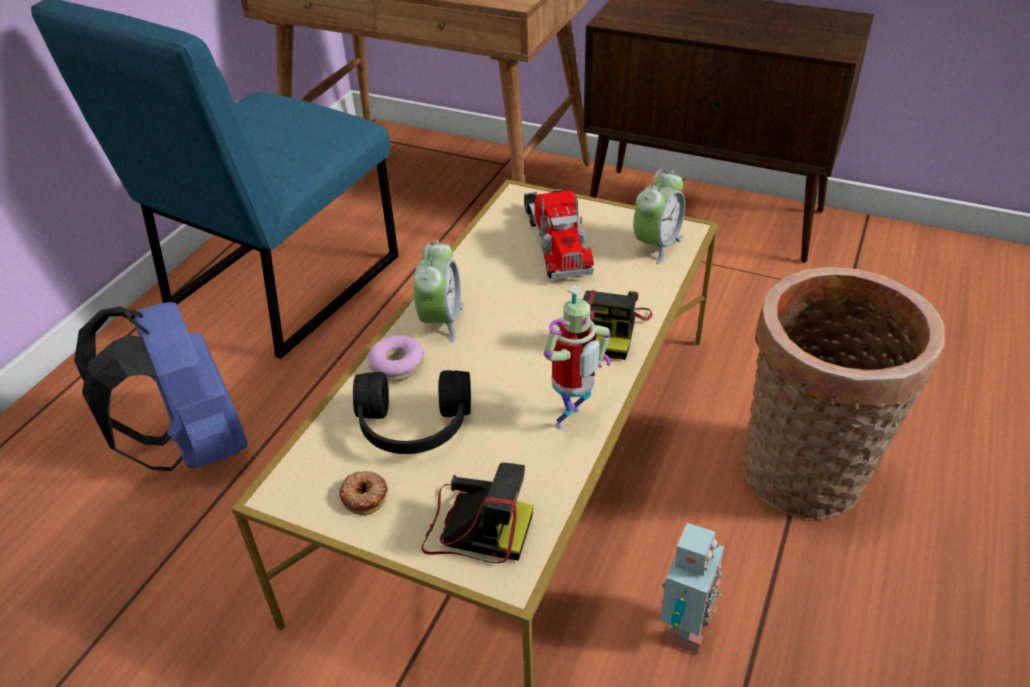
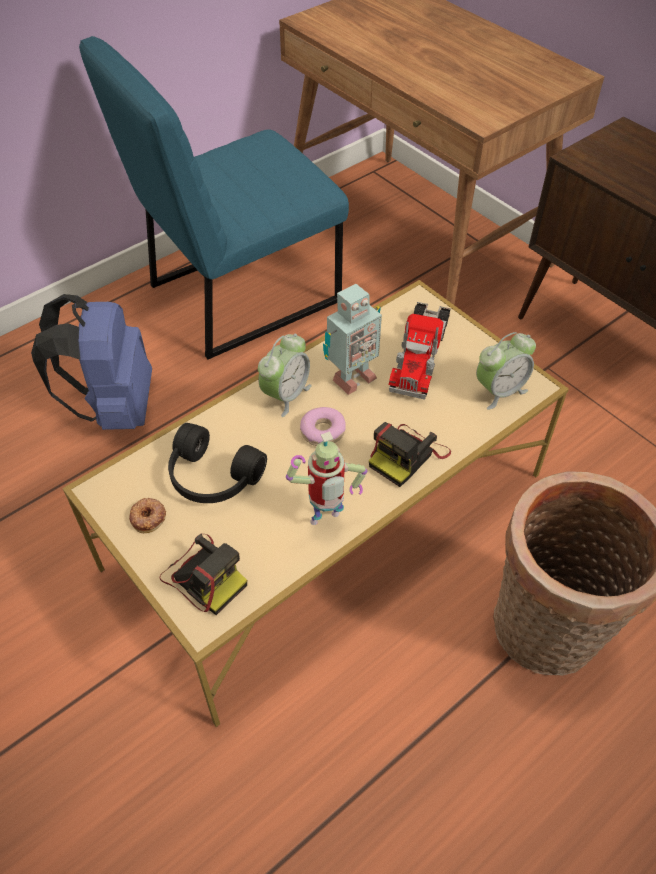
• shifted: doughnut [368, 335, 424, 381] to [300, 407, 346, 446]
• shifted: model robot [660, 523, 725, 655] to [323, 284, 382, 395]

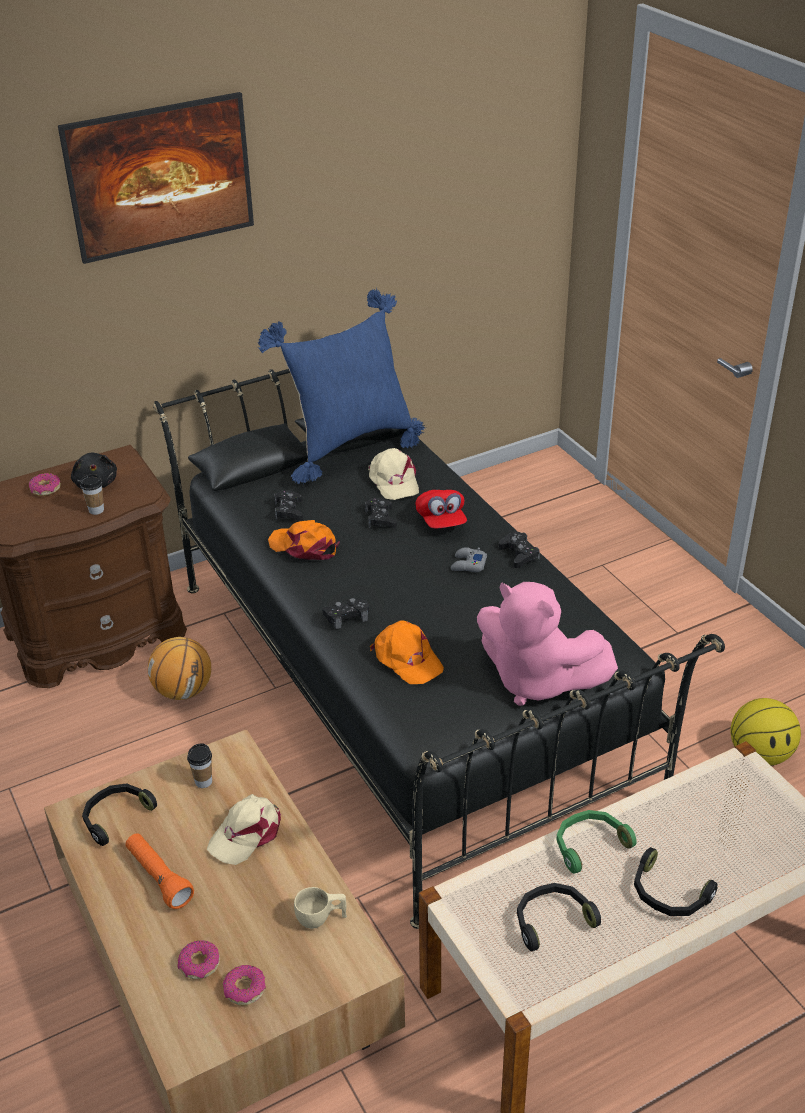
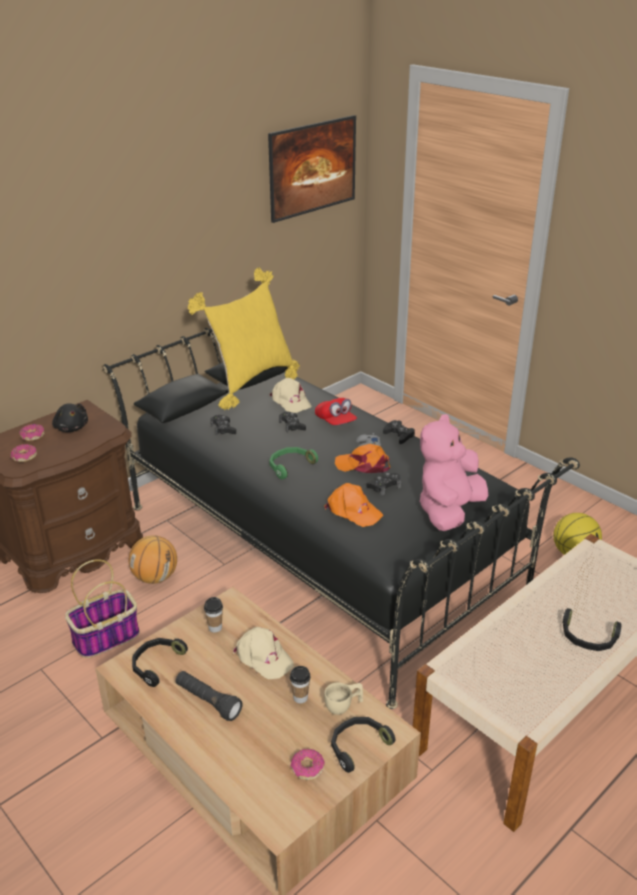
• shifted: wall picture [58, 92, 254, 264] to [268, 115, 356, 223]
• shifted: small cup [80, 474, 104, 515] to [290, 666, 311, 703]
• repainted: flashlight/orangey [125, 833, 194, 909] to flashlight/blackish [176, 671, 243, 721]
• shifted: doughnut [178, 940, 220, 979] to [11, 444, 37, 462]
• rotated: baseball cap/beige-coloured [207, 794, 281, 865] = [233, 627, 294, 679] 75 degrees counterclockwise
• repainted: pillow/bluish [258, 288, 426, 484] to pillow/yellow-coloured [188, 267, 300, 410]
• shifted: baseball cap/orangey [268, 520, 340, 560] to [335, 444, 390, 473]
• shifted: game controller/blackish [322, 598, 369, 629] to [366, 473, 401, 496]
• rotated: cuddly toy/pink-coloured [477, 582, 618, 706] = [419, 414, 488, 531] 105 degrees clockwise
• shifted: pair of headphones/blackish [517, 883, 601, 951] to [331, 717, 395, 773]
• shifted: pair of headphones/green-coloured [556, 810, 637, 873] to [269, 447, 318, 480]
• new: storage basket [65, 559, 140, 658]

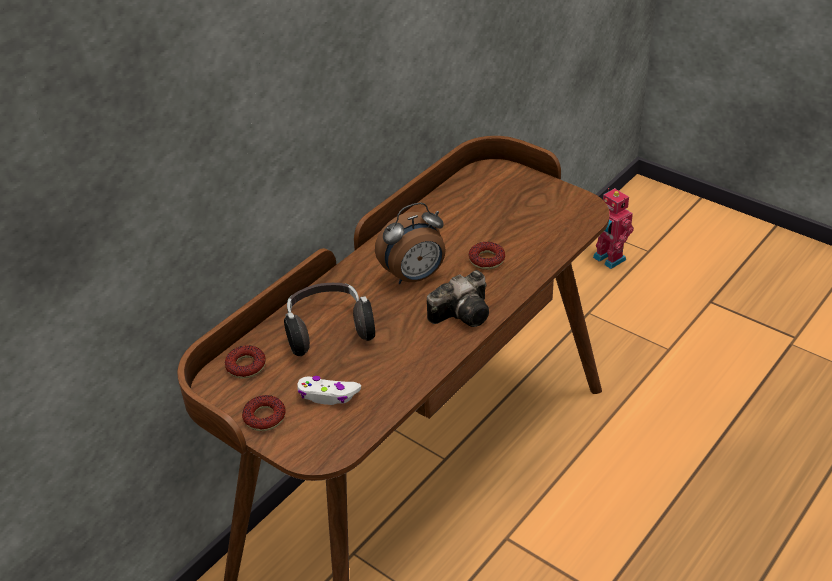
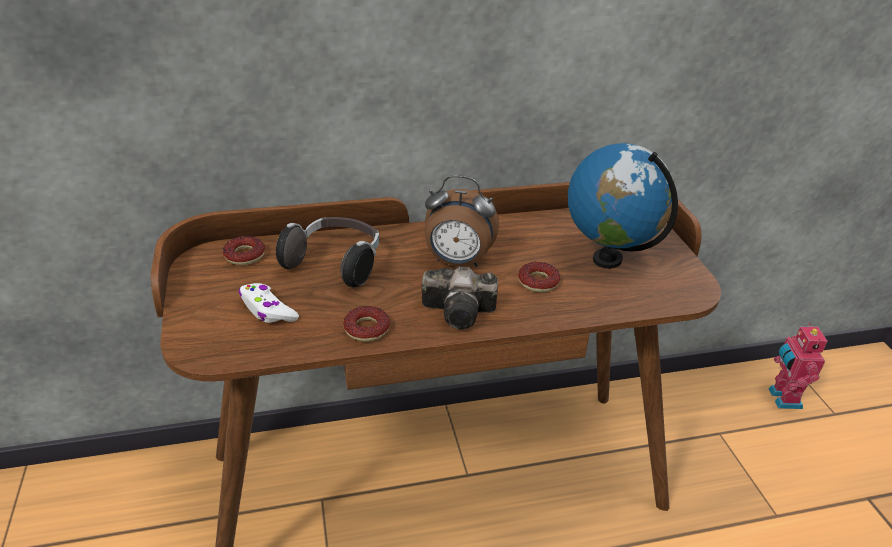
• shifted: doughnut [242, 395, 286, 431] to [343, 306, 390, 342]
• new: globe [568, 143, 678, 269]

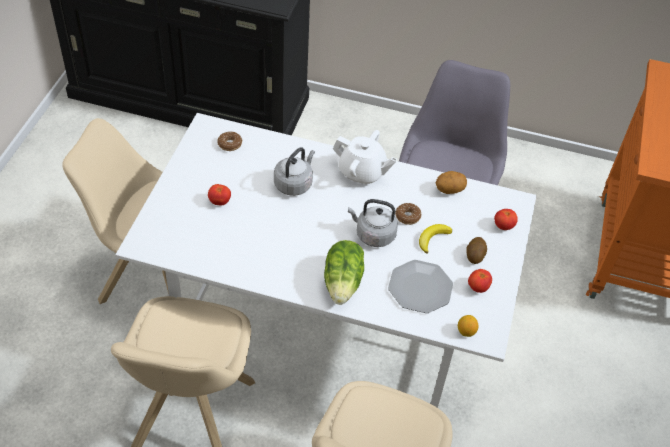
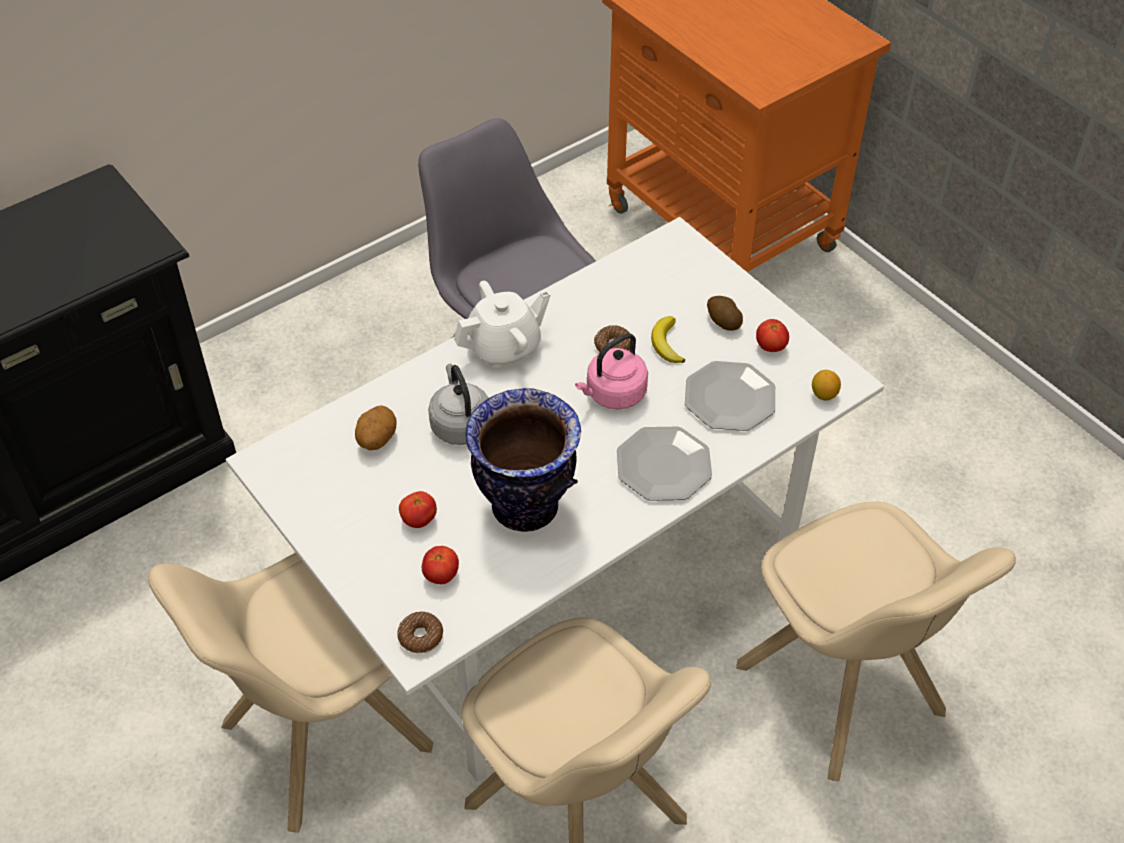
• shifted: doughnut [217, 131, 242, 151] to [397, 611, 443, 653]
• swapped: head of lettuce [324, 240, 364, 305] to flat dish [617, 426, 712, 501]
• repainted: water kettle/gray [348, 199, 398, 247] to water kettle/pink-coloured [575, 333, 648, 410]
• shifted: whole potato [436, 171, 467, 194] to [355, 405, 397, 450]
• shifted: tomato [494, 209, 518, 230] to [422, 546, 459, 584]
• new: decorative vase [465, 388, 581, 532]

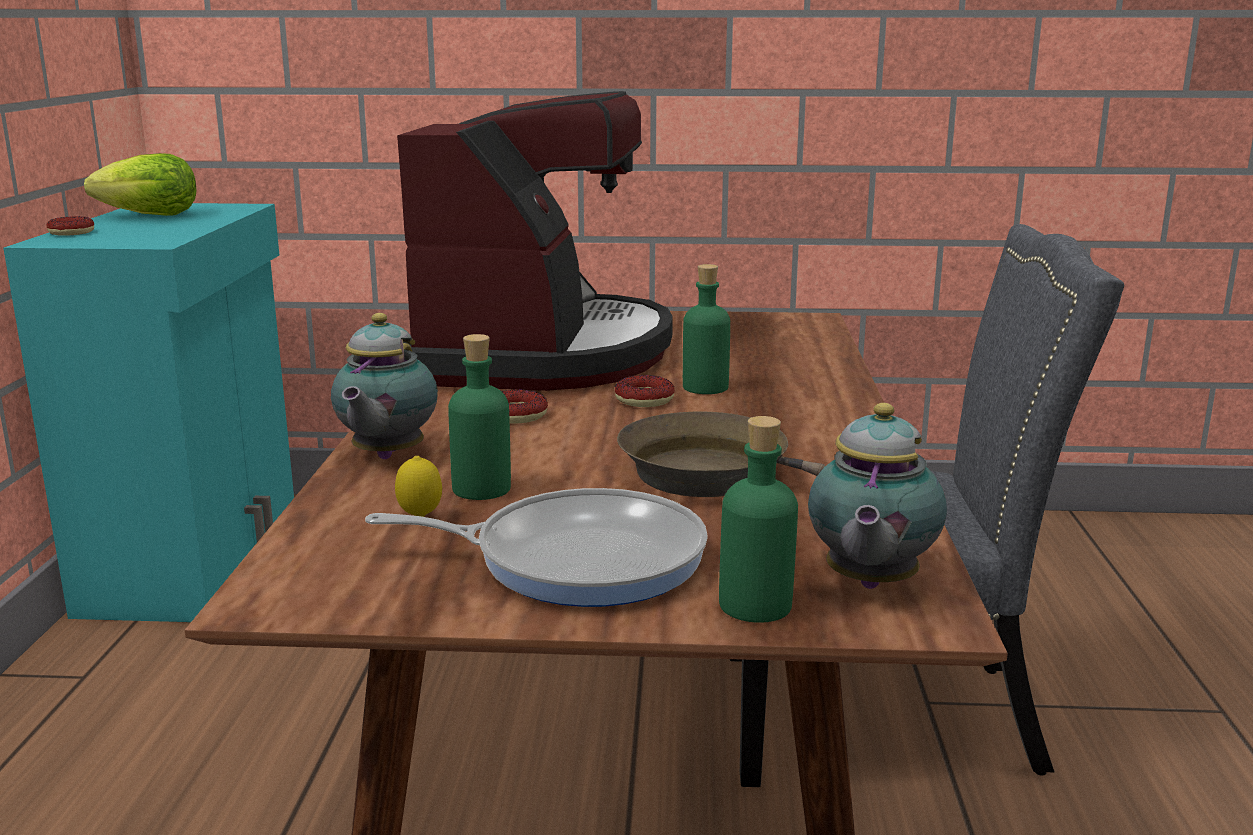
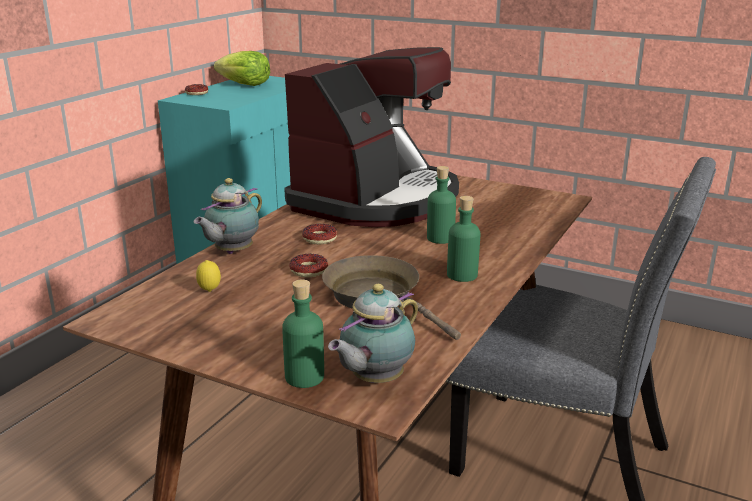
• gone: skillet [365, 488, 708, 607]
• shifted: beverage bottle/green-coloured [448, 334, 511, 500] to [447, 196, 481, 282]
• shifted: doughnut [615, 375, 675, 407] to [289, 254, 328, 277]

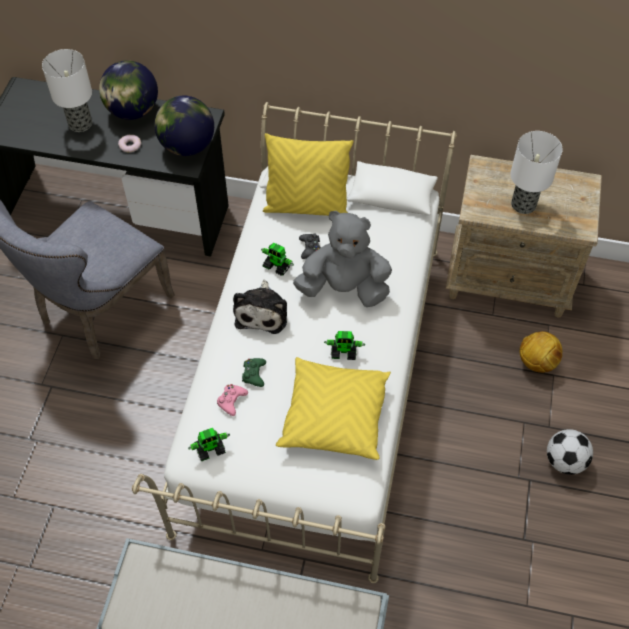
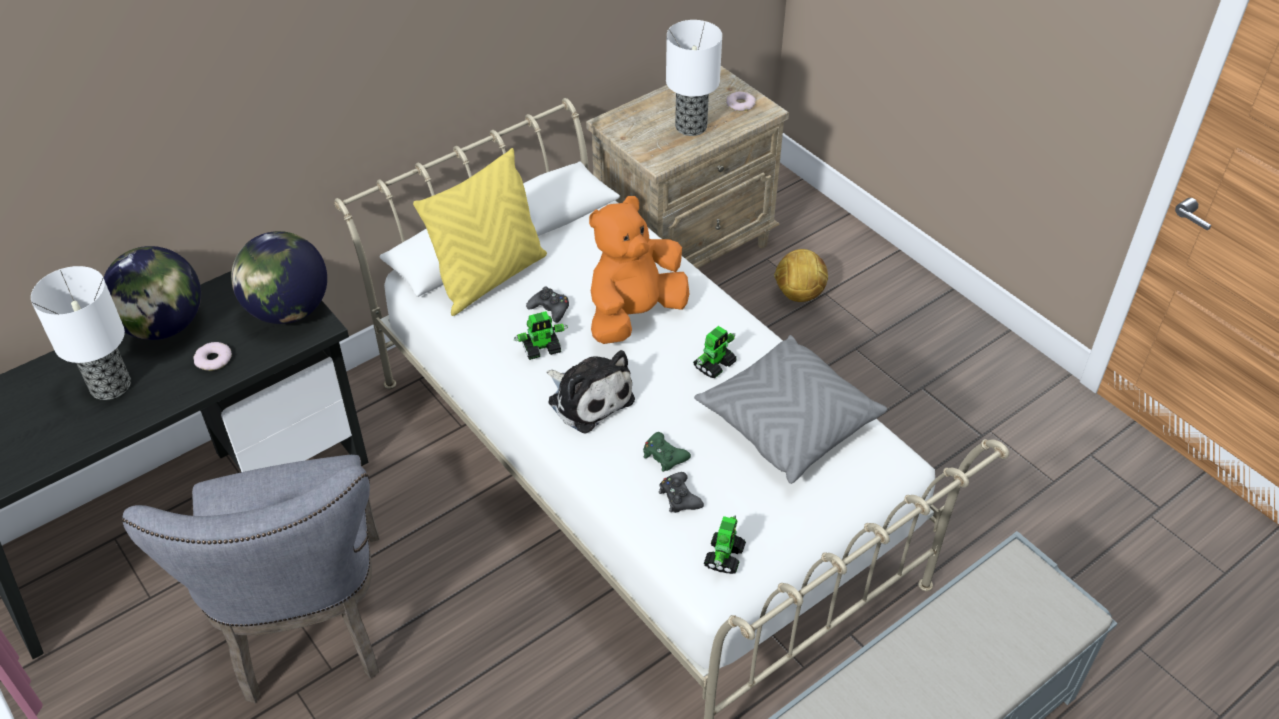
• repainted: game controller/pink-coloured [217, 384, 248, 416] to game controller/blackish [659, 472, 704, 513]
• repainted: pillow/yellow-coloured [276, 357, 391, 460] to pillow/gray [694, 335, 887, 484]
• repainted: cuddly toy/gray [293, 211, 392, 307] to cuddly toy/orangey [589, 196, 689, 344]
• gone: football [547, 429, 593, 475]
• new: doughnut [726, 91, 756, 111]

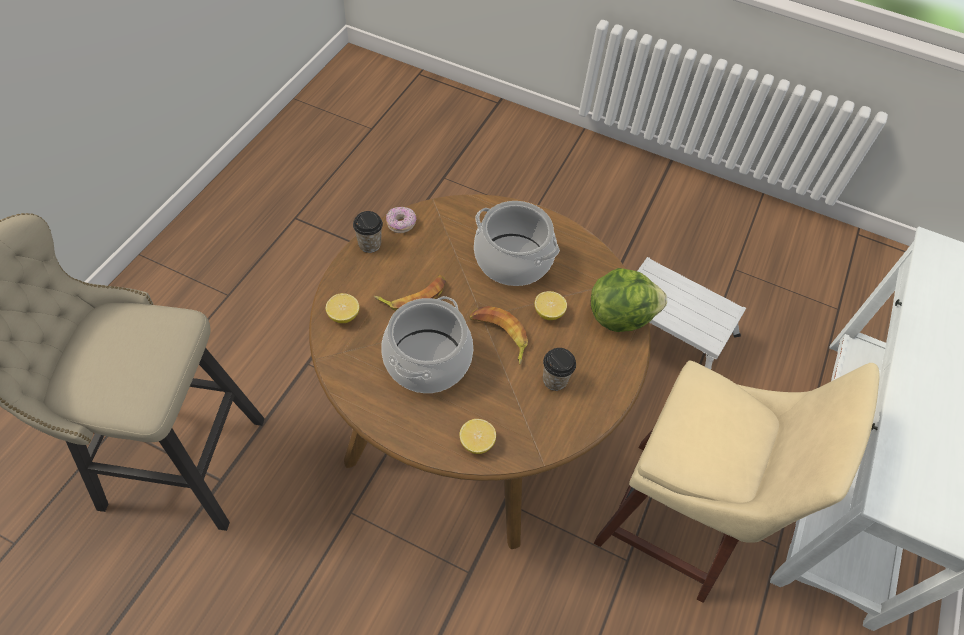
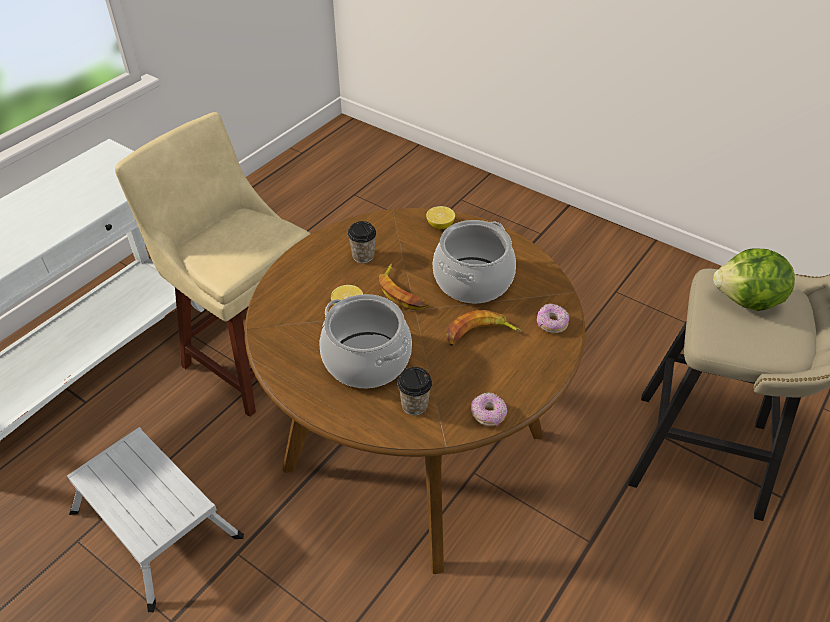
• swapped: whole lemon [326, 293, 360, 323] to doughnut [537, 304, 569, 333]
• shifted: small cup [353, 211, 383, 253] to [397, 367, 432, 415]
• shifted: head of lettuce [591, 268, 667, 332] to [713, 249, 795, 311]

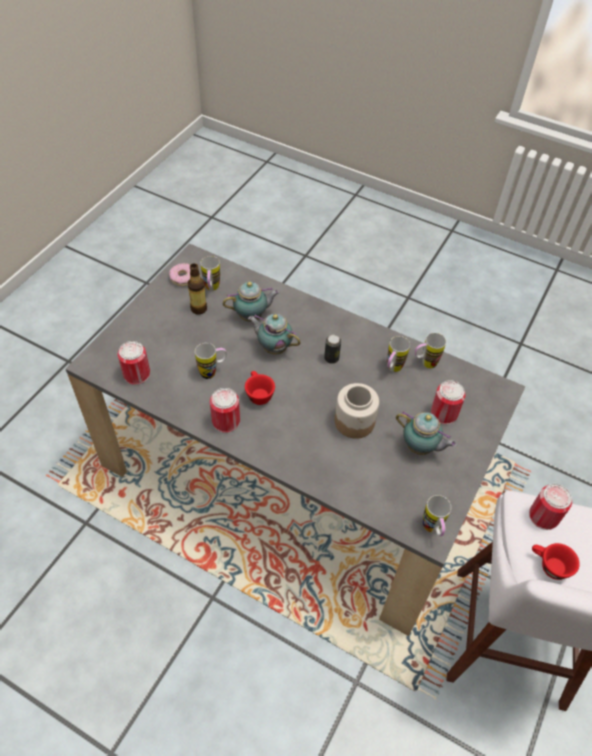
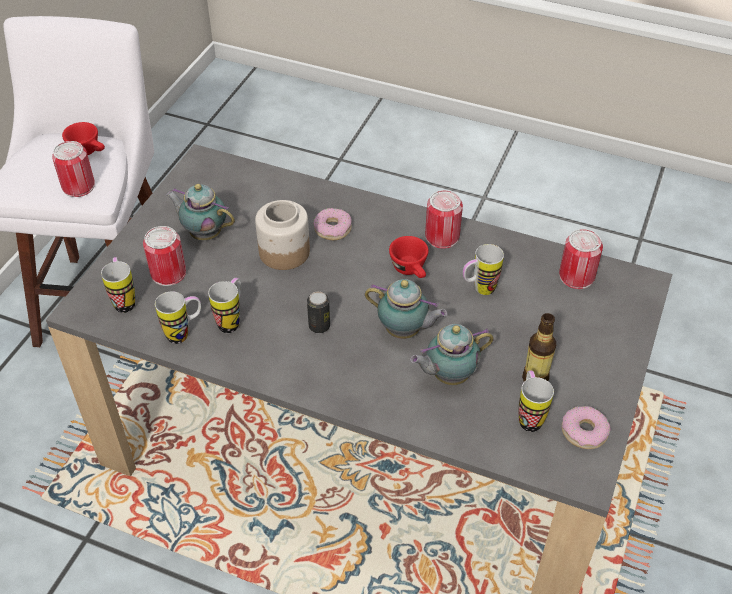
• shifted: tea mug [423, 495, 451, 536] to [101, 257, 135, 313]
• new: doughnut [313, 208, 352, 240]

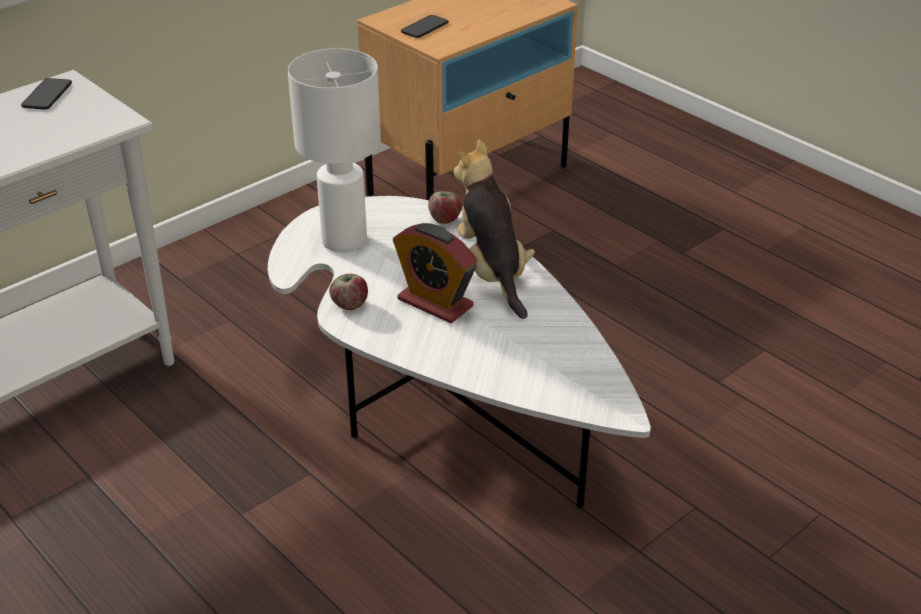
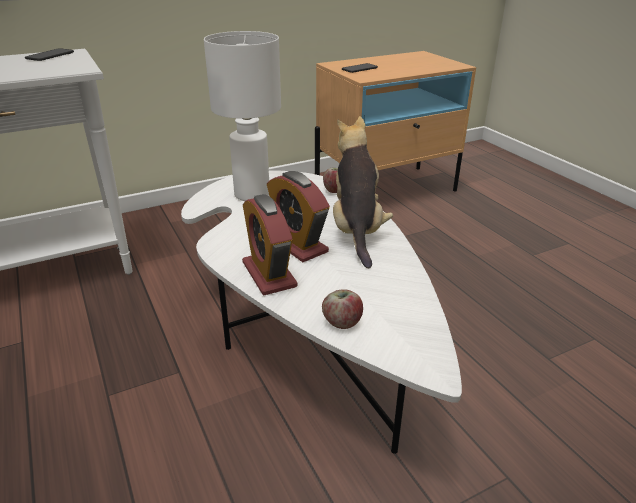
• shifted: apple fruit [329, 274, 368, 310] to [322, 289, 363, 329]
• new: alarm clock [242, 194, 298, 295]

